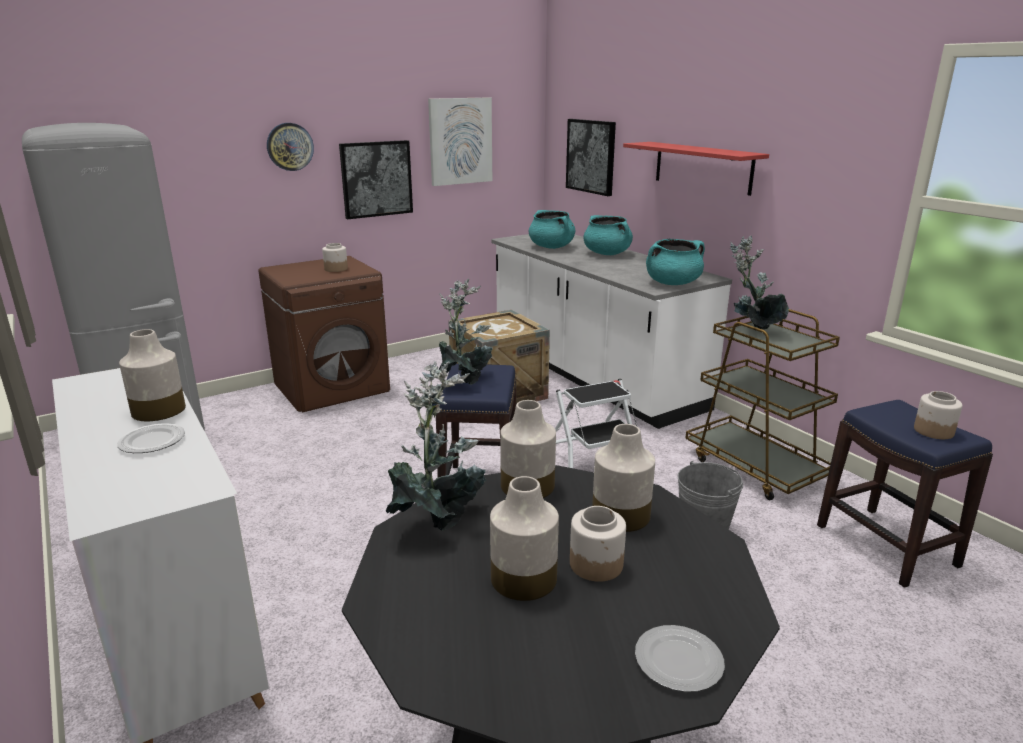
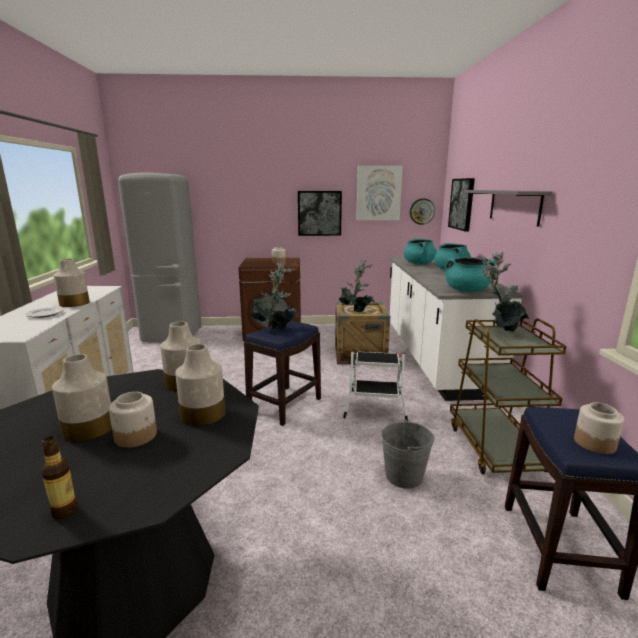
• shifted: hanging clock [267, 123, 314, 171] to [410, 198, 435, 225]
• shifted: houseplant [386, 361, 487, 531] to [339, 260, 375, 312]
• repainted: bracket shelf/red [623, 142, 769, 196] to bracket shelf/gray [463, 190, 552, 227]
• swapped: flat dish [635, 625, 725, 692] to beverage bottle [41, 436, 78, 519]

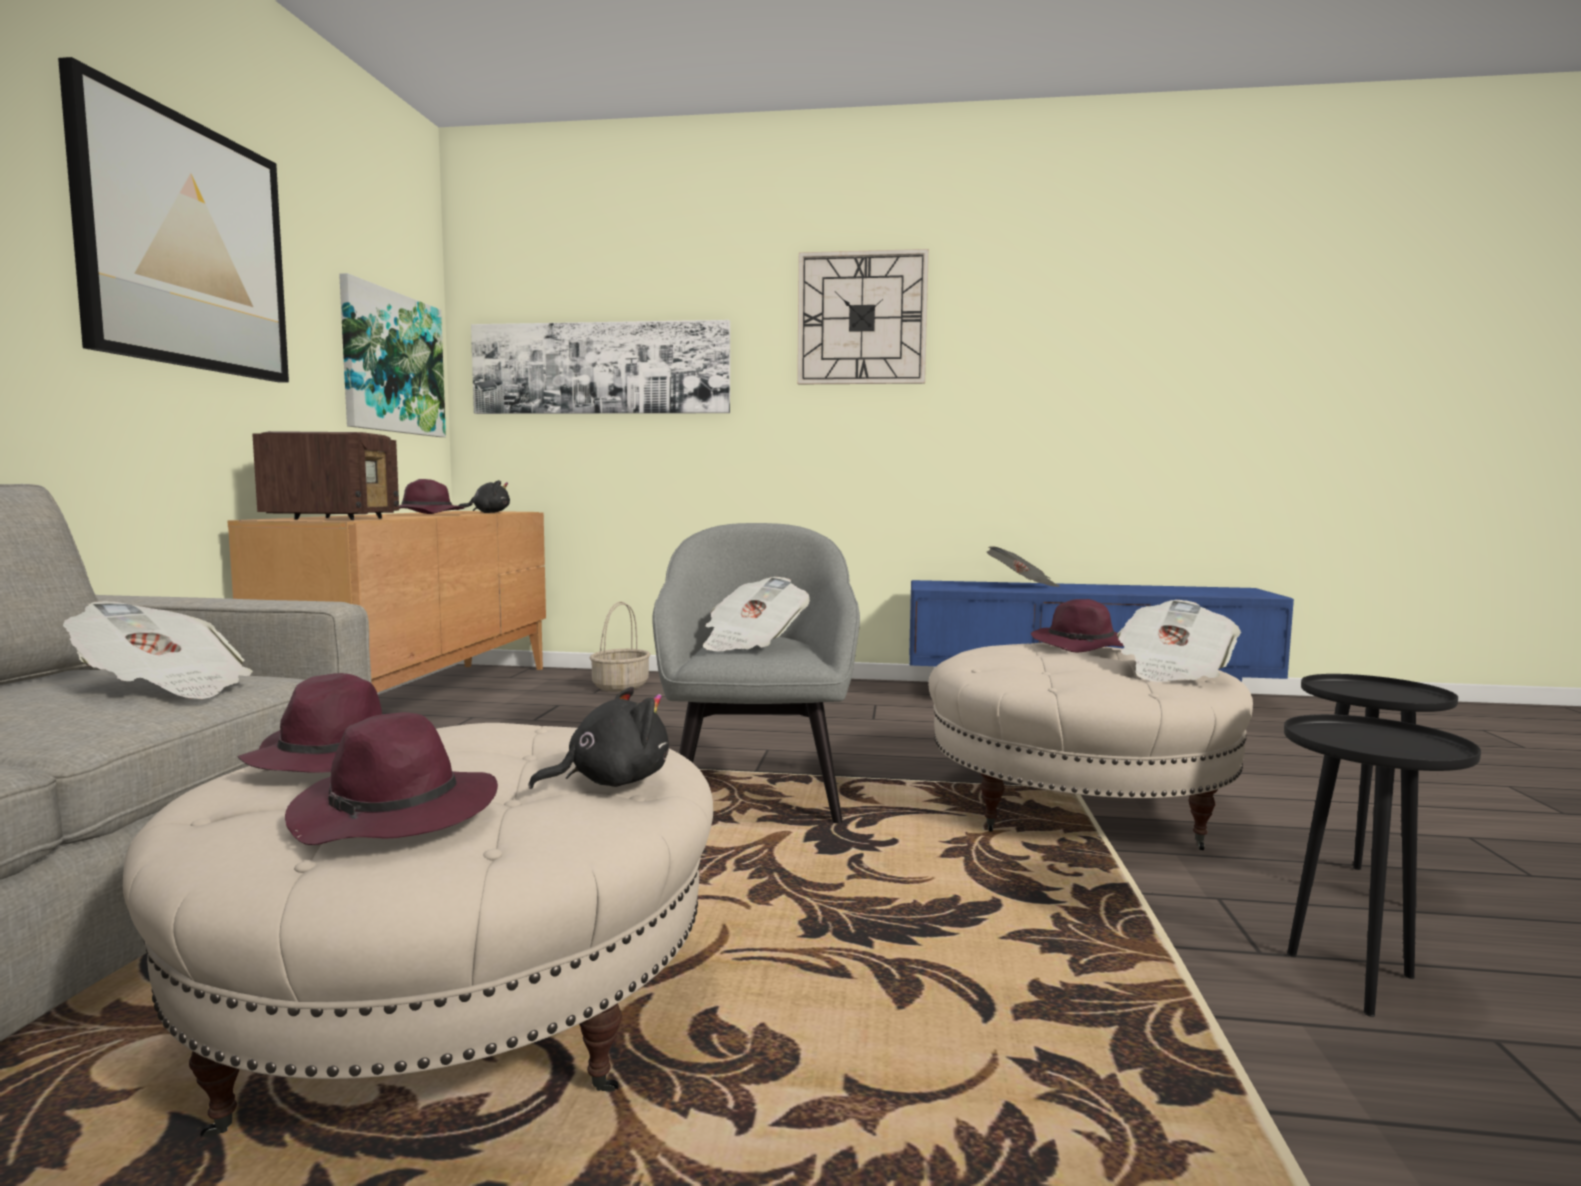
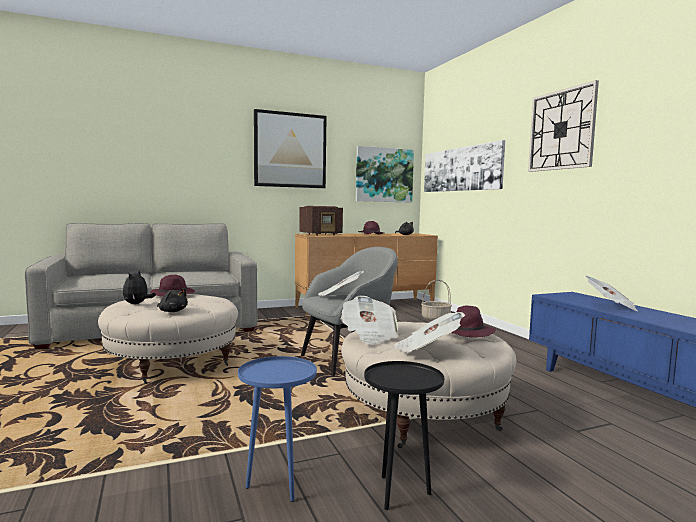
• shifted: printed paper [63, 601, 253, 699] to [341, 296, 398, 345]
• swapped: hat/purplish [285, 712, 498, 845] to cuddly toy [123, 270, 156, 304]
• repainted: accent table/blackish [1284, 714, 1481, 1017] to accent table/bluish [238, 356, 317, 502]

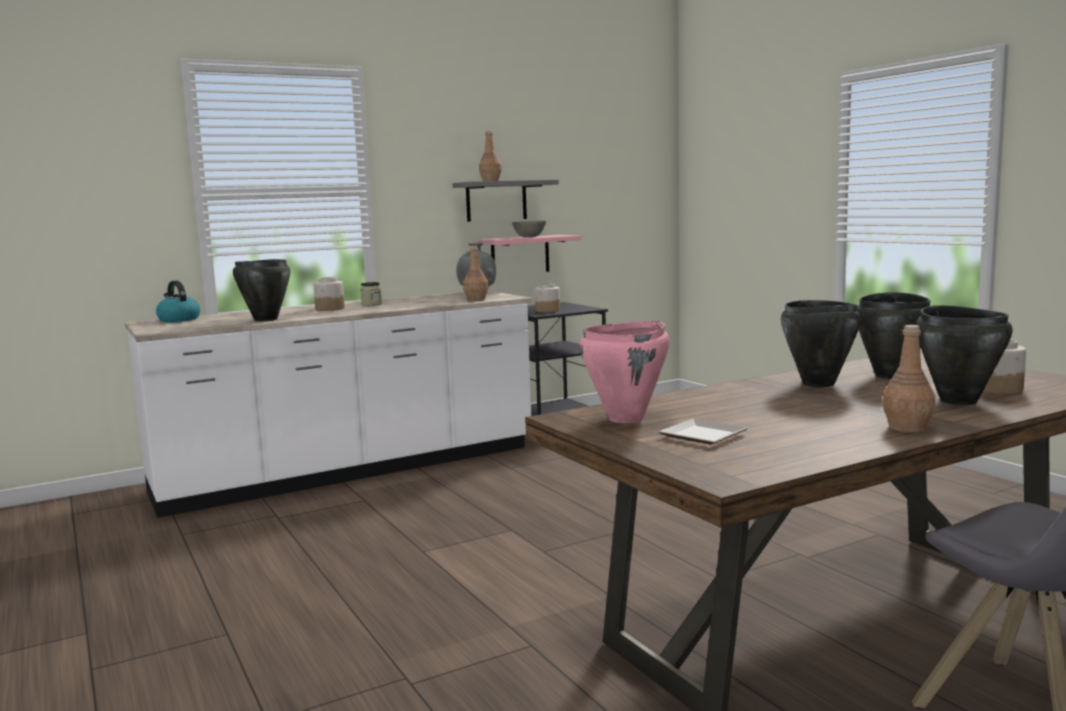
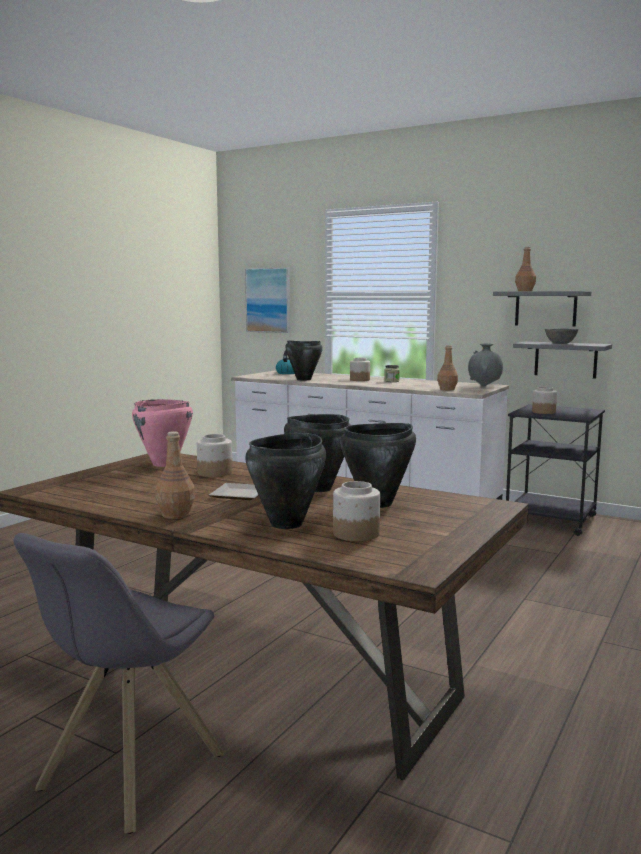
• repainted: bracket shelf/pink-coloured [478, 235, 582, 272] to bracket shelf/gray [513, 341, 612, 379]
• shifted: flat dish [659, 418, 748, 444] to [209, 483, 258, 500]
• new: preserve jar [197, 434, 232, 477]
• new: wall picture [245, 267, 290, 333]

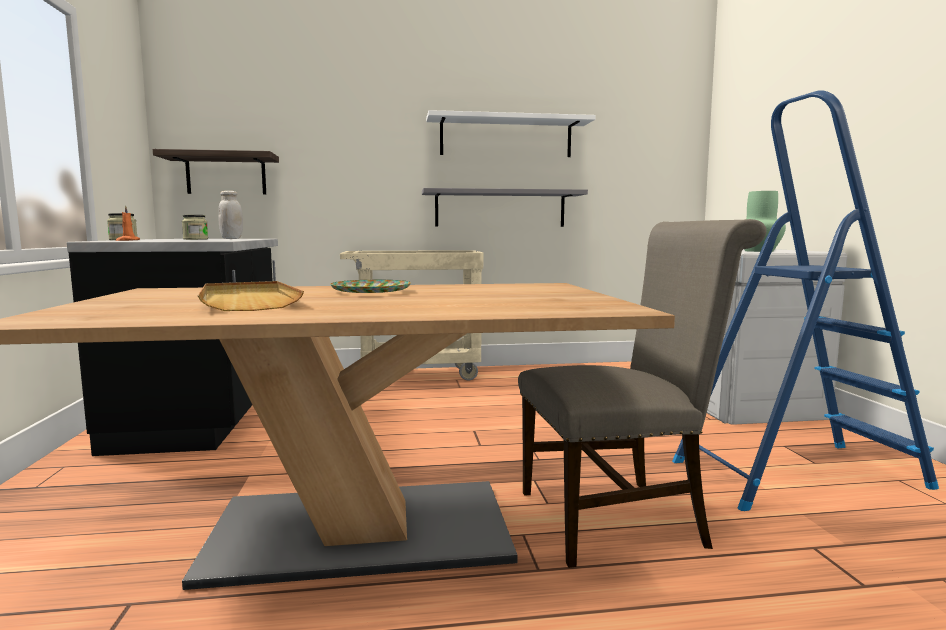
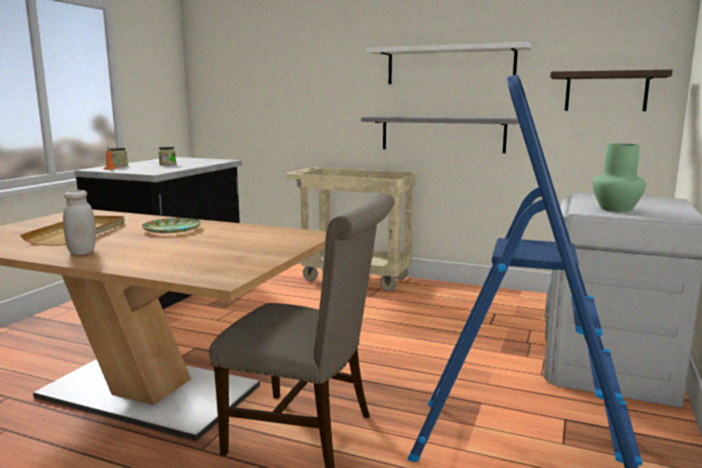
• shifted: bracket shelf [153, 149, 279, 194] to [550, 70, 673, 111]
• shifted: preserve jar/white-coloured [219, 191, 243, 239] to [63, 190, 96, 255]

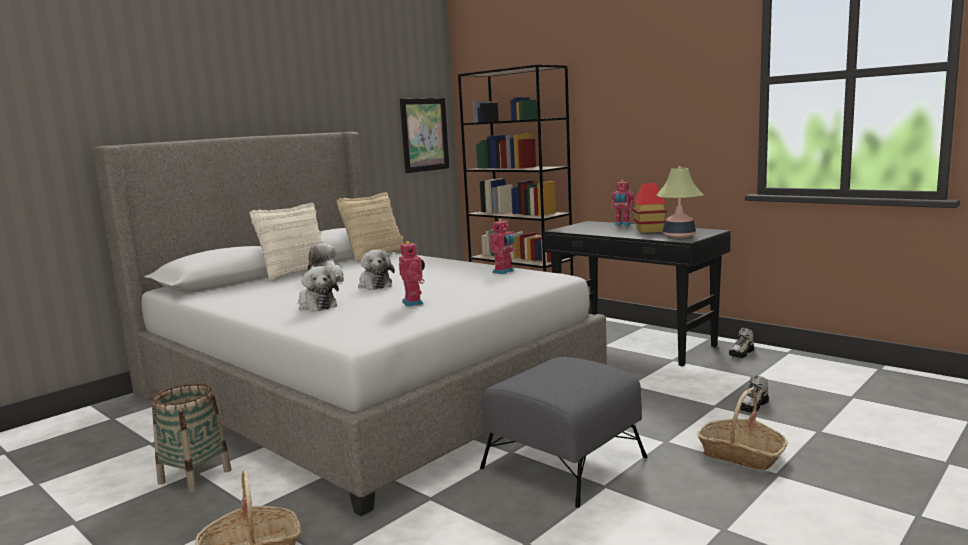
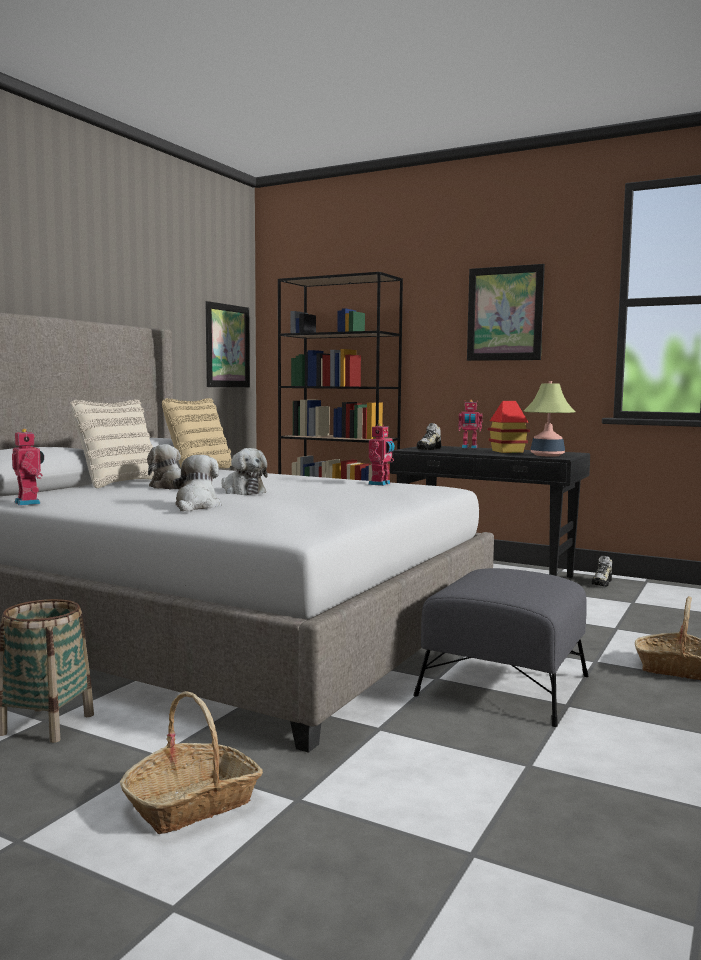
• rotated: cuddly toy [299, 266, 339, 311] = [173, 455, 221, 512] 120 degrees counterclockwise
• shifted: model robot [399, 241, 425, 307] to [12, 429, 44, 506]
• shifted: item of footwear [740, 375, 769, 413] to [417, 423, 441, 450]
• new: wall picture [467, 264, 545, 361]

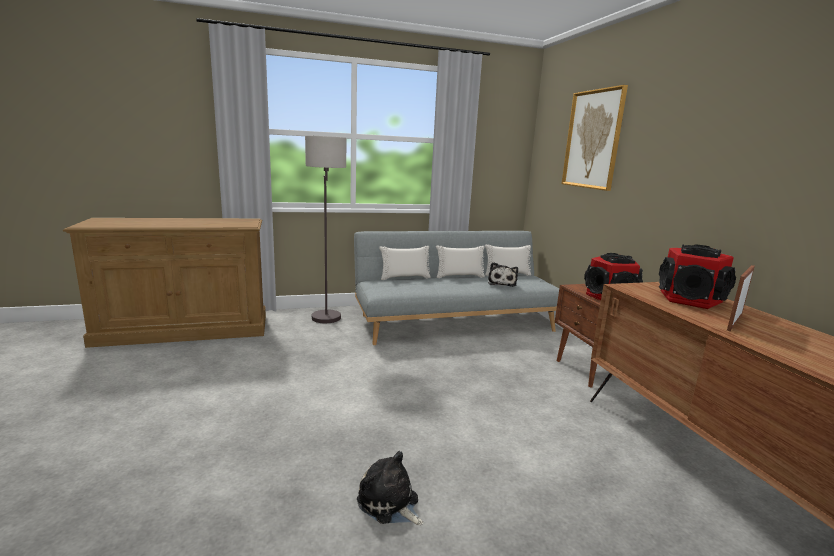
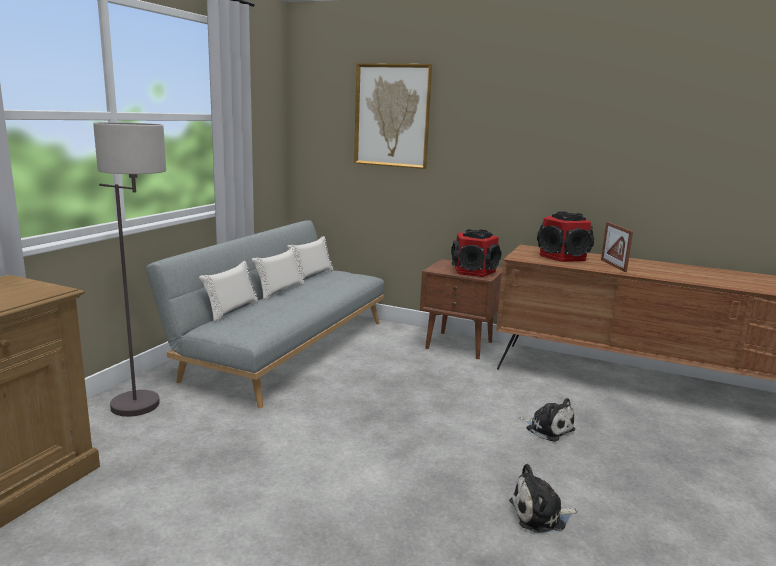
• shifted: cuddly toy [488, 262, 518, 287] to [519, 398, 575, 442]

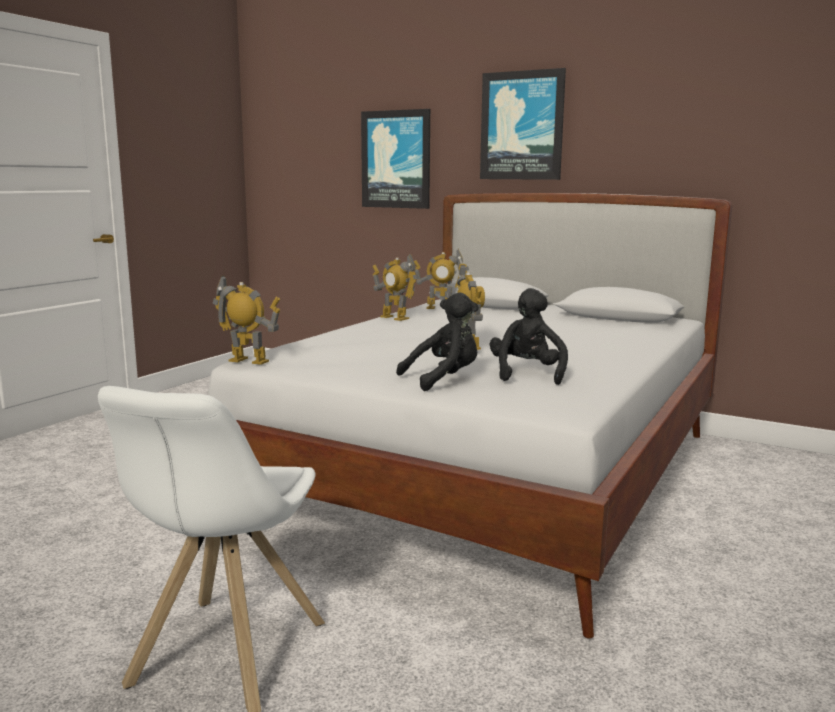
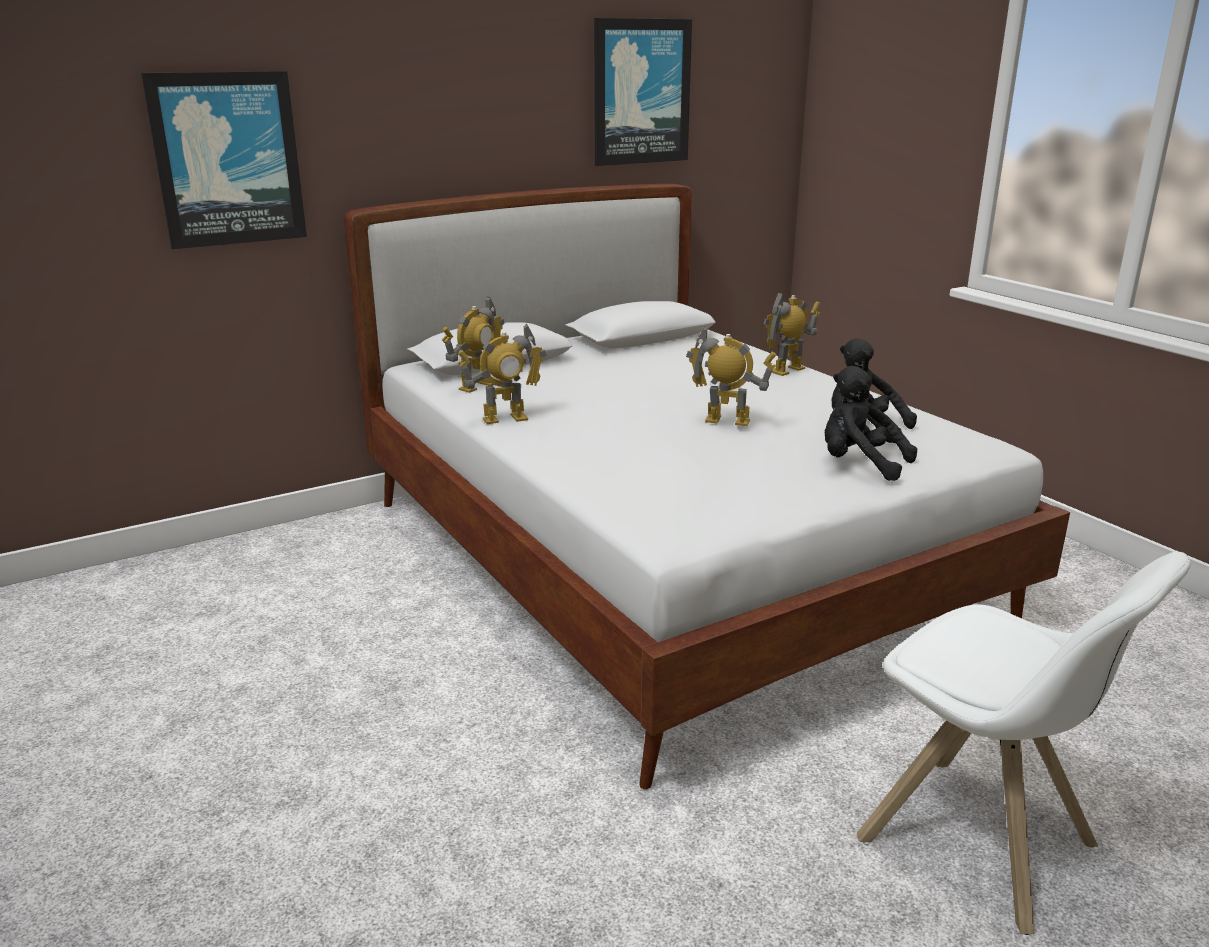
• shifted: model robot [213, 275, 280, 365] to [764, 293, 820, 376]
• rotated: cuddly toy/blackish [396, 292, 479, 391] = [825, 366, 917, 481] 60 degrees counterclockwise
• shifted: wall picture [480, 68, 566, 180] to [594, 18, 692, 166]

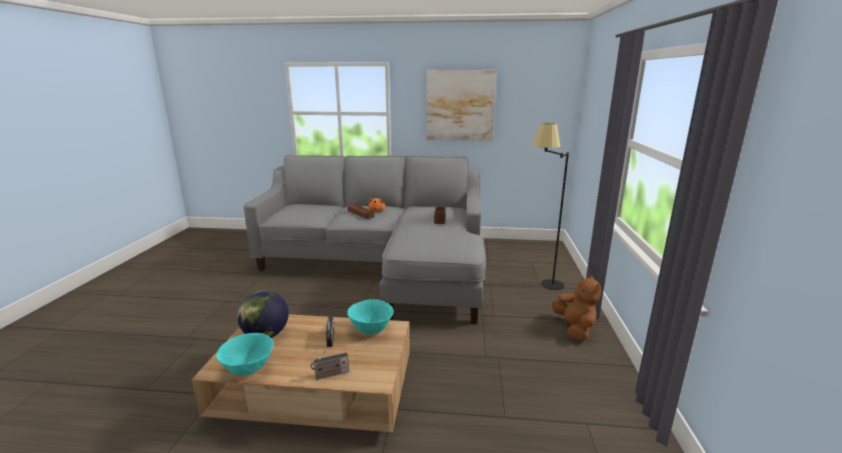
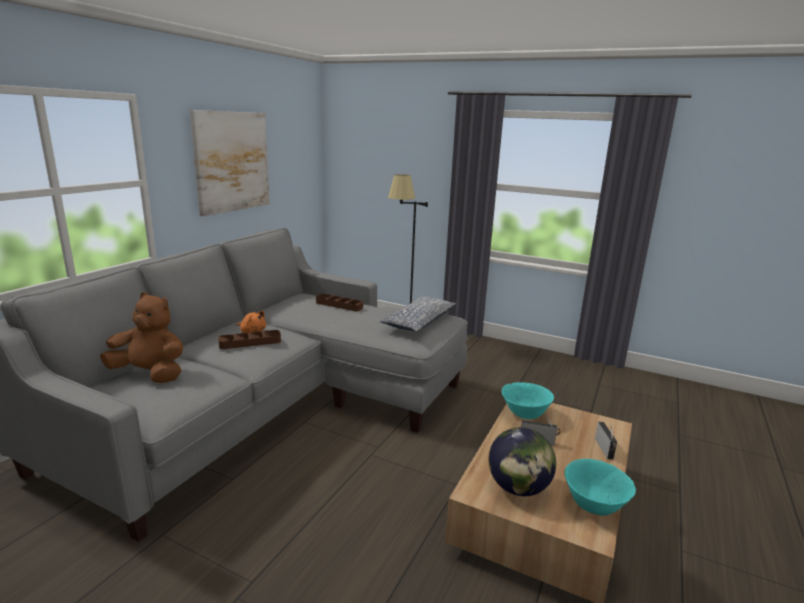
• shifted: cuddly toy/brownish [552, 275, 601, 341] to [100, 292, 183, 383]
• new: pillow [380, 296, 456, 332]

